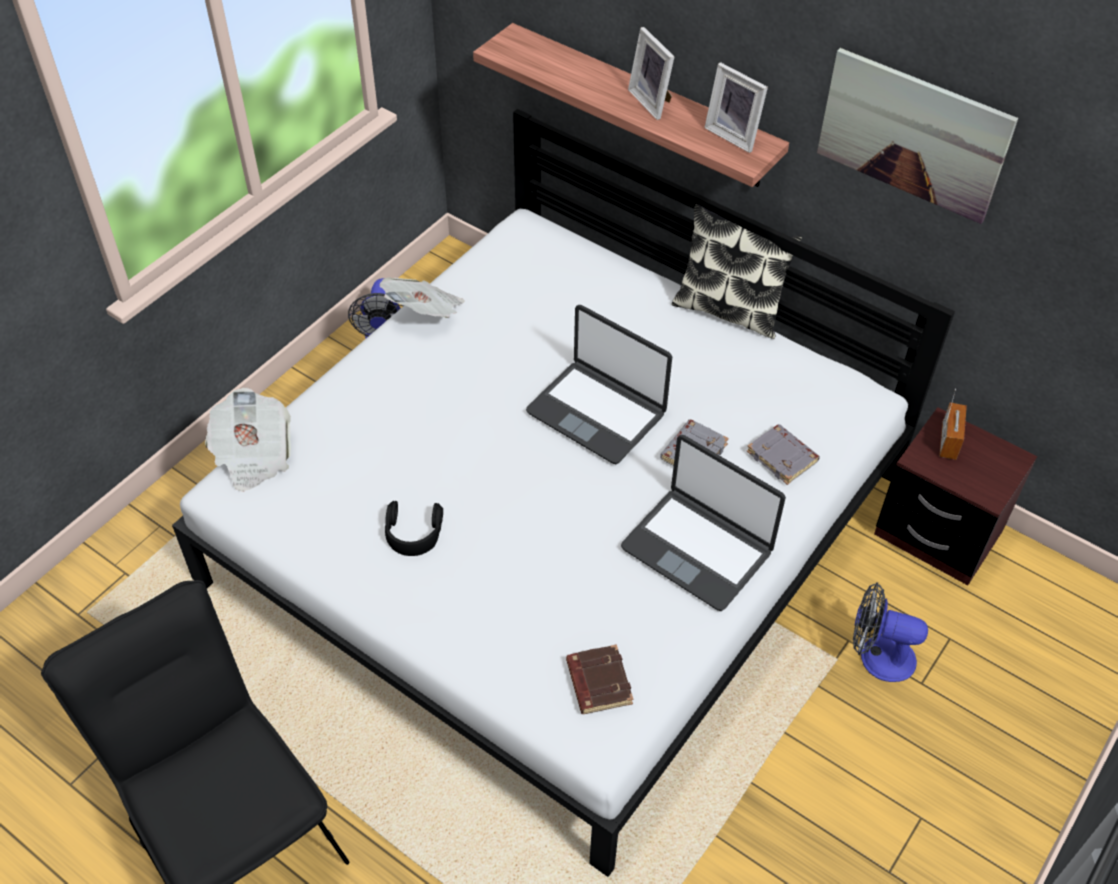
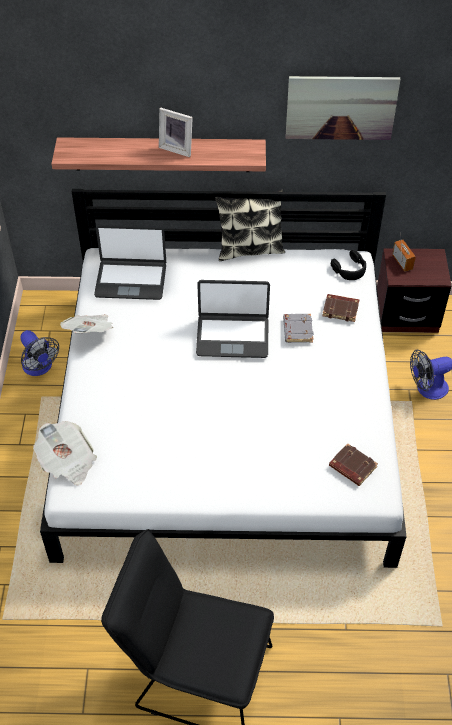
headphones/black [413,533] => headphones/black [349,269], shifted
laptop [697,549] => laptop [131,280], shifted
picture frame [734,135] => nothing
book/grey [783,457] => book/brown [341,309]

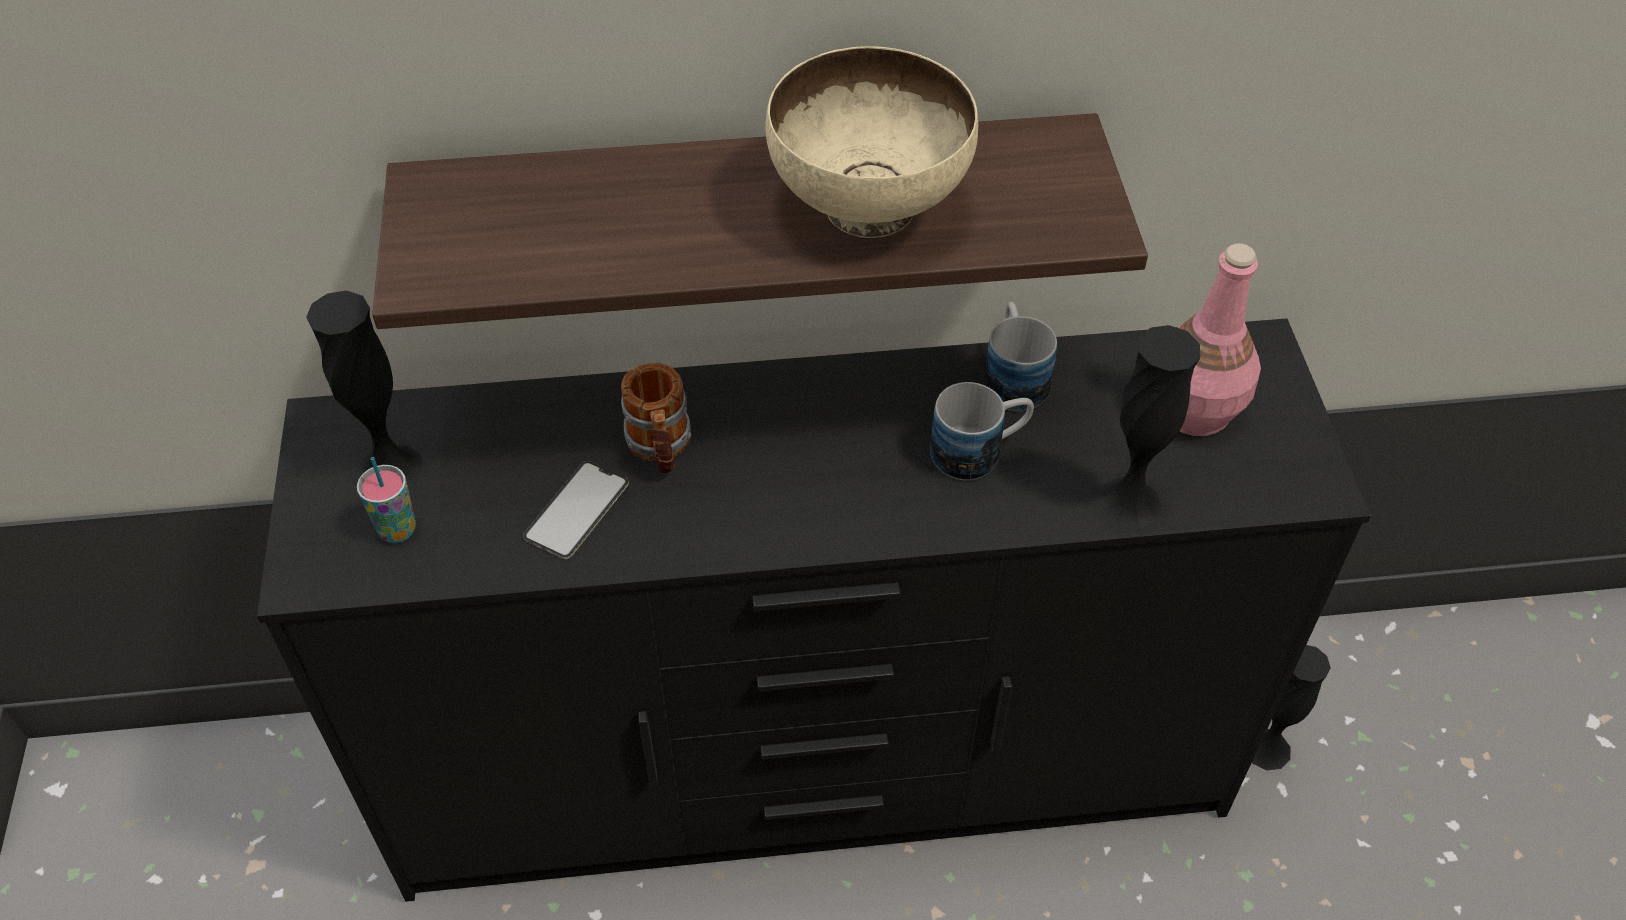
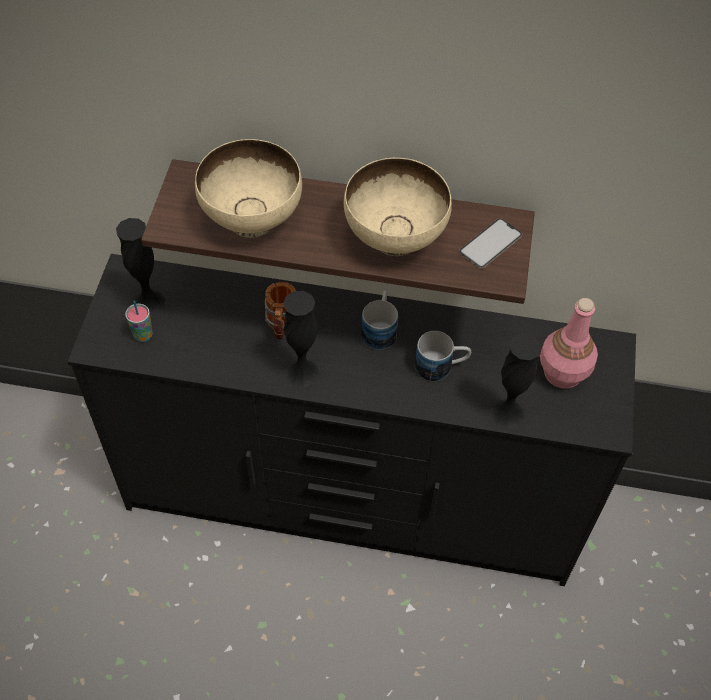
phone [577,510] => phone [490,243], shifted
mug [1013,376] => mug [380,329], shifted
vase/black [1267,749] => vase/black [302,372], shifted
nothing => bowl/beige [253,220]

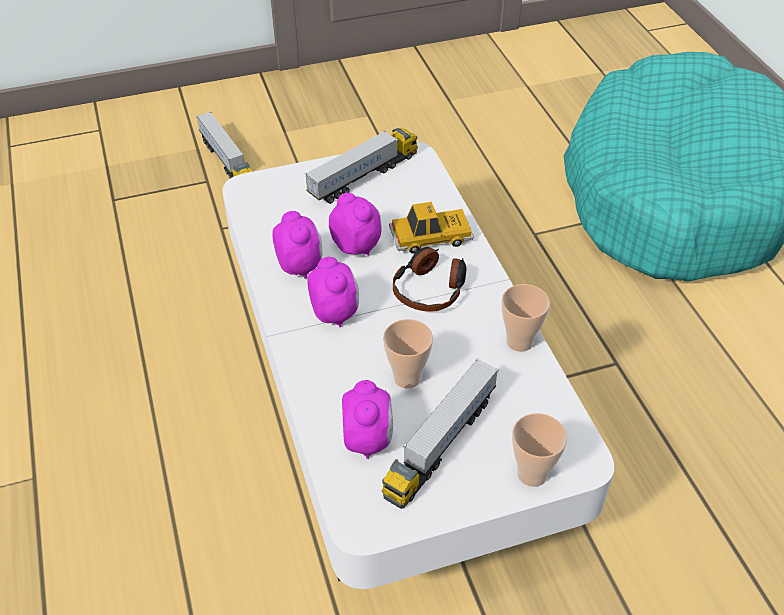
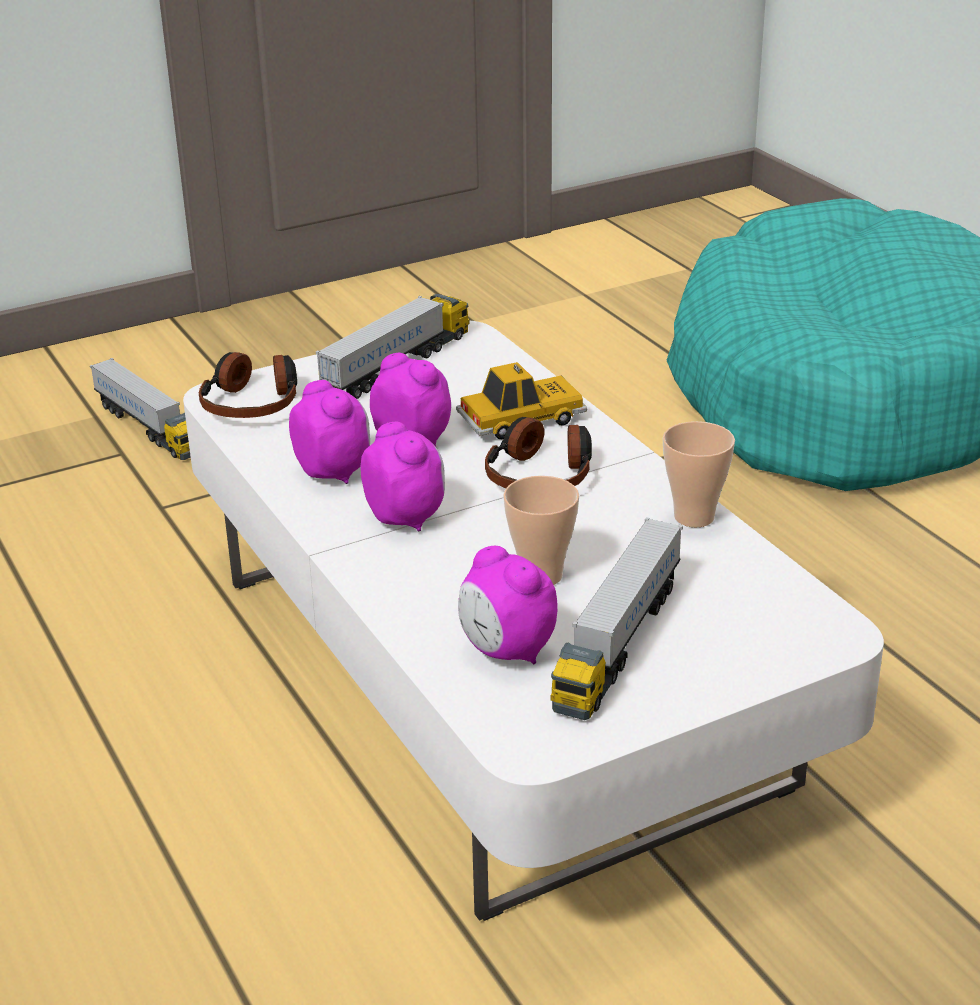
alarm clock [368,439] => alarm clock [506,651], 150 degrees clockwise
cup [532,474] => nothing
nothing => headphones [253,402]

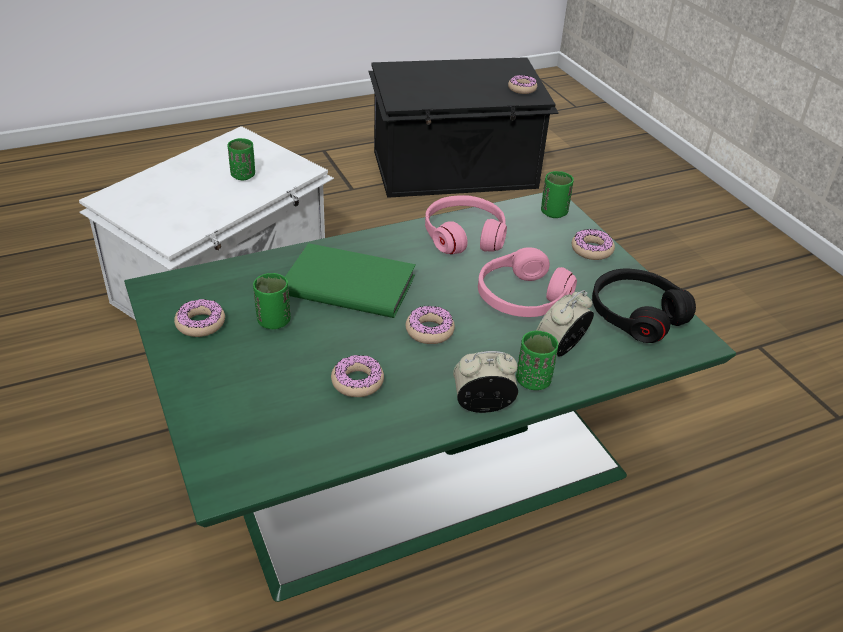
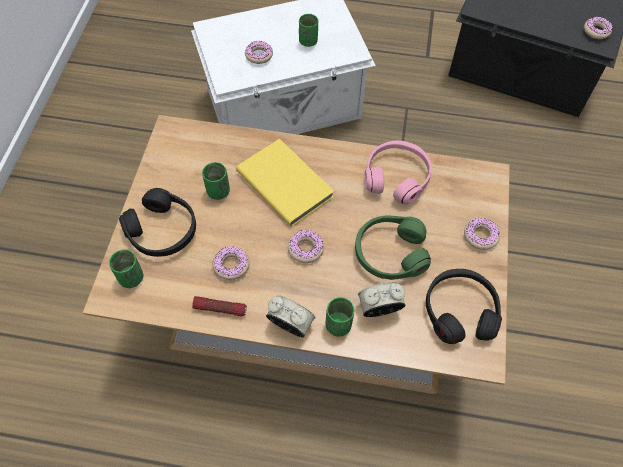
coffee table/green [412,458] => coffee table/brown [307,300]
donut [200,323] => donut [259,55], shifted
book/green [348,283] => book/yellow [285,182]
headphones/pink [522,297] => headphones/green [390,253]
cup/green [553,212] => cup/green [131,278], shifted
nothing => headphones/black [162,230]
nothing => flashlight [220,309]

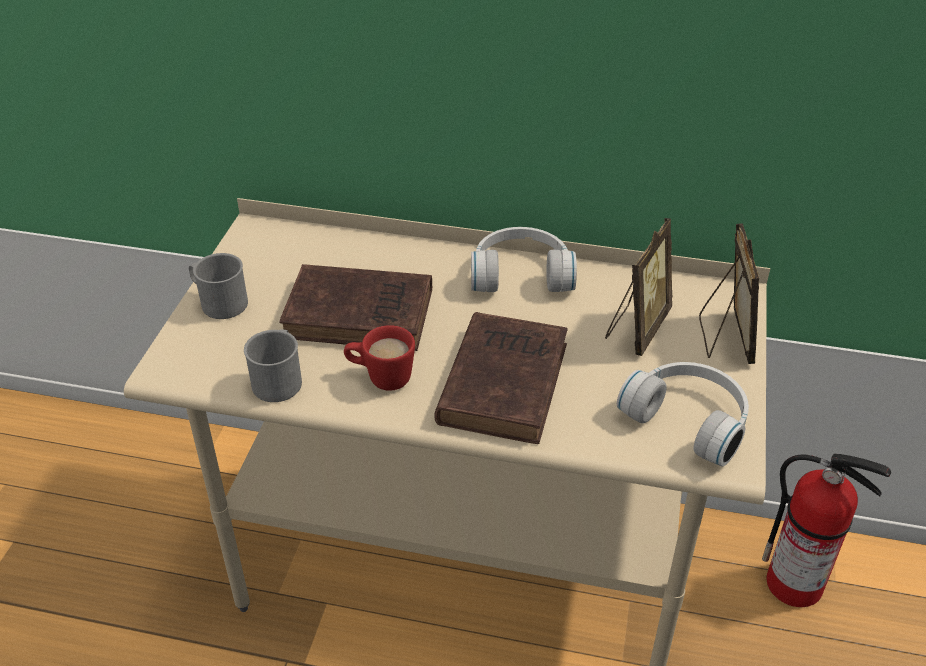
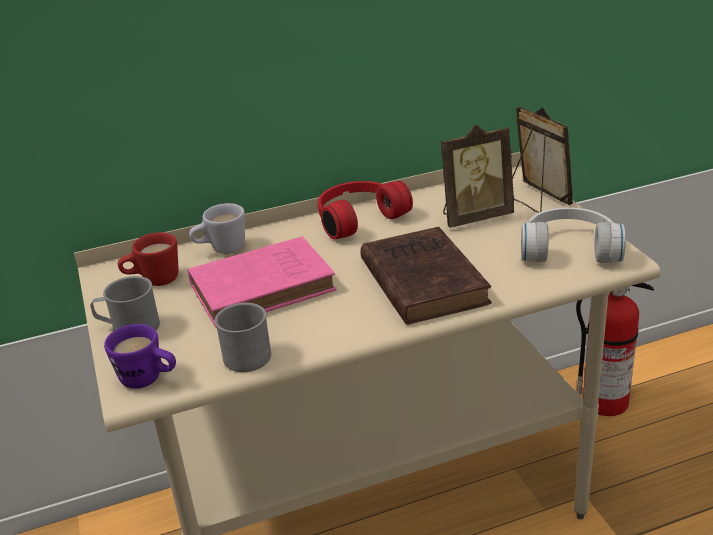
book/brown [363,314] => book/pink [266,287]
mug/red [380,377] => mug/red [153,281], shifted
headphones/white [521,273] => headphones/red [357,218]
picture frame [636,328] => picture frame [474,216], 75 degrees clockwise
nothing => mug/purple [149,380]
nothing => mug/white [221,250]

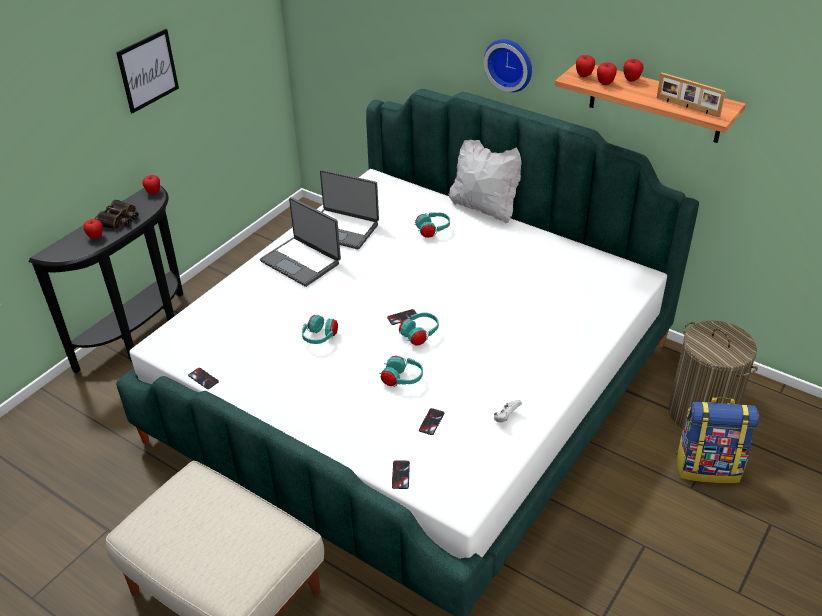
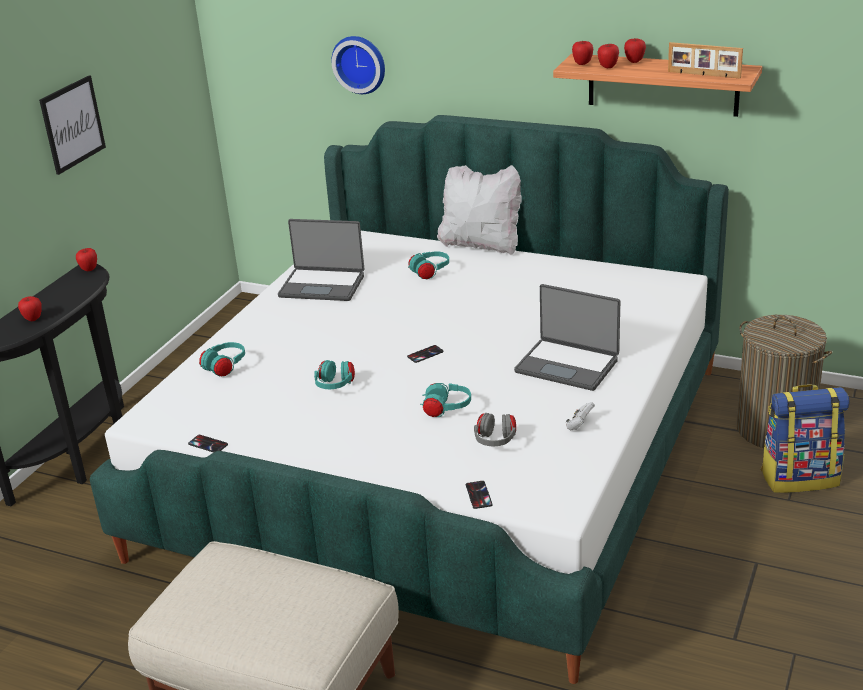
binoculars [119,219] => nothing
laptop [301,262] => laptop [567,365], shifted
headphones/turquoise [419,335] => headphones/turquoise [224,368], shifted
phone [431,422] => headphones/grey [495,442]
wall clock [510,64] => wall clock [360,63], shifted

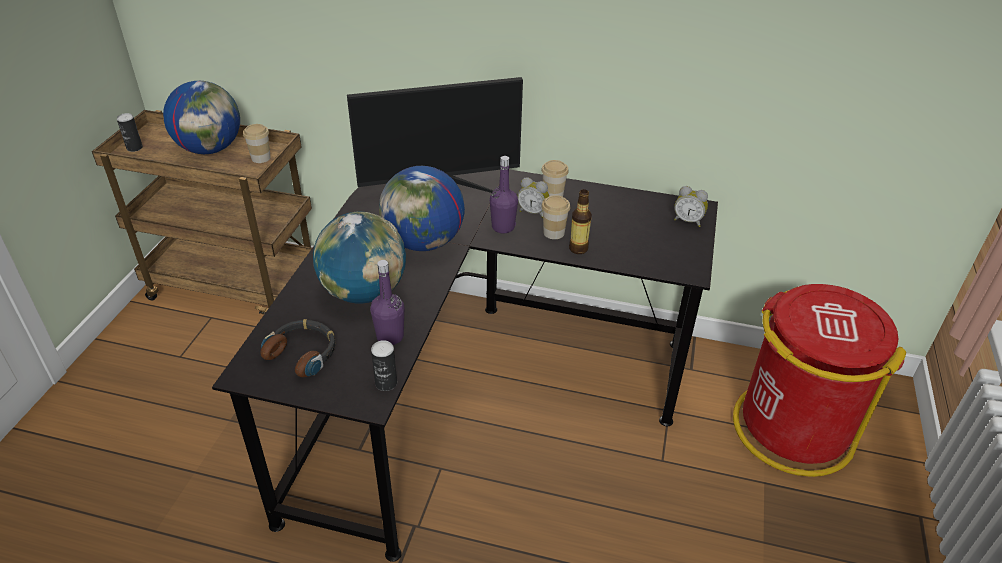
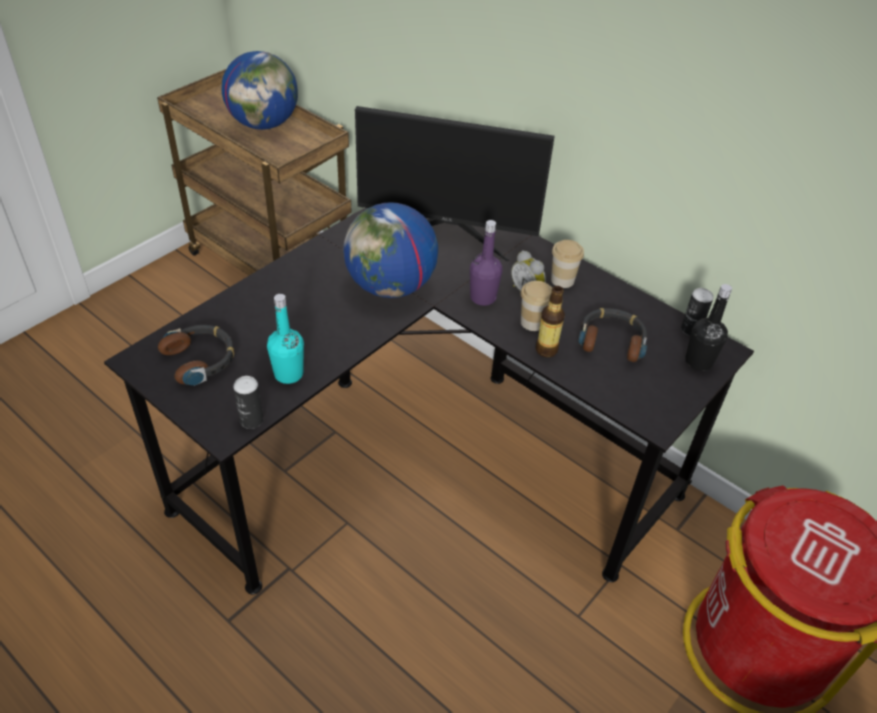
can [134,148] => can [690,329], shifted
cup [261,158] => nothing
globe [364,292] => nothing
bottle/purple [390,336] => bottle/turquoise [288,374]
alarm clock [688,221] => bottle/black [698,361]
nothing => headphones [612,340]

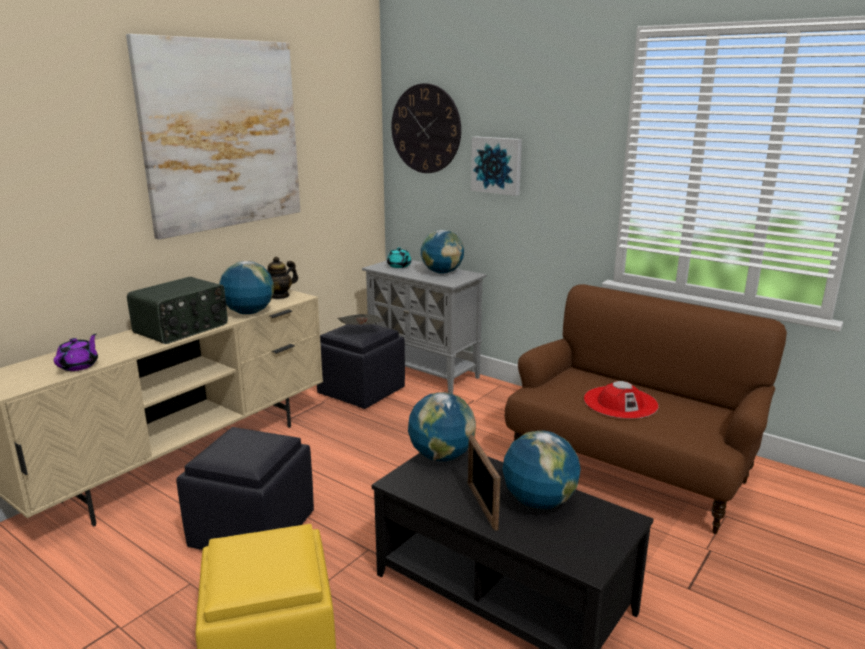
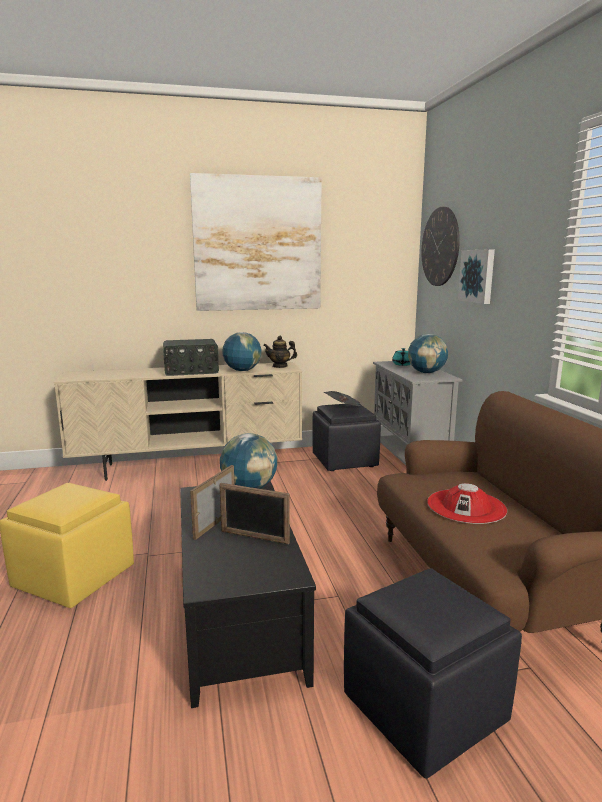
teapot/purple [79,365] => nothing
ottoman/black [252,529] => ottoman/black [424,707], shifted
globe [538,501] => picture frame [254,537]

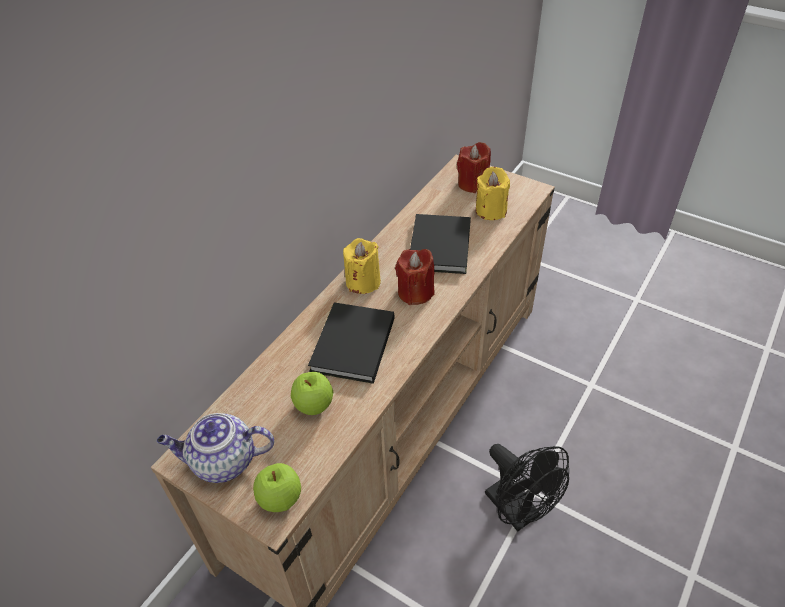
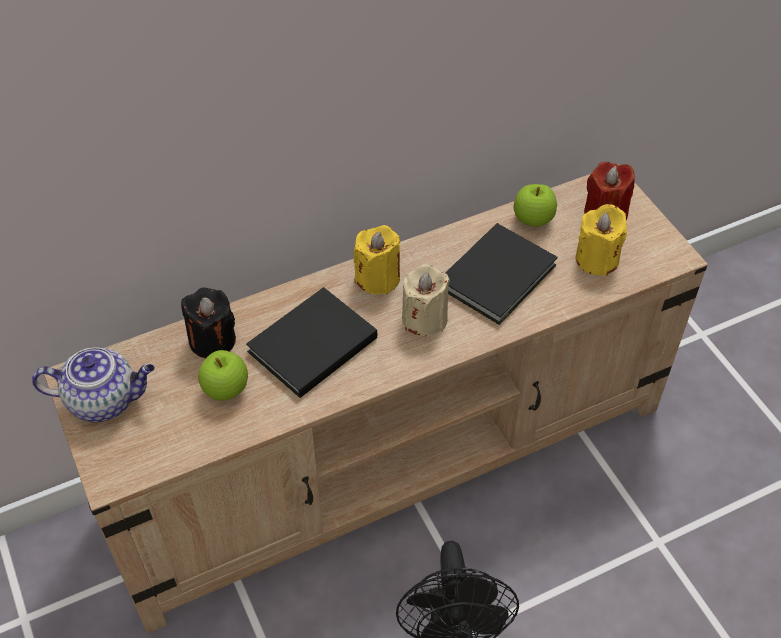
teapot [222,462] => teapot [104,400], 150 degrees clockwise
apple [280,499] => apple [533,220], shifted
candle/red [415,292] => candle/beige [424,318]
nothing => candle/black [212,340]

